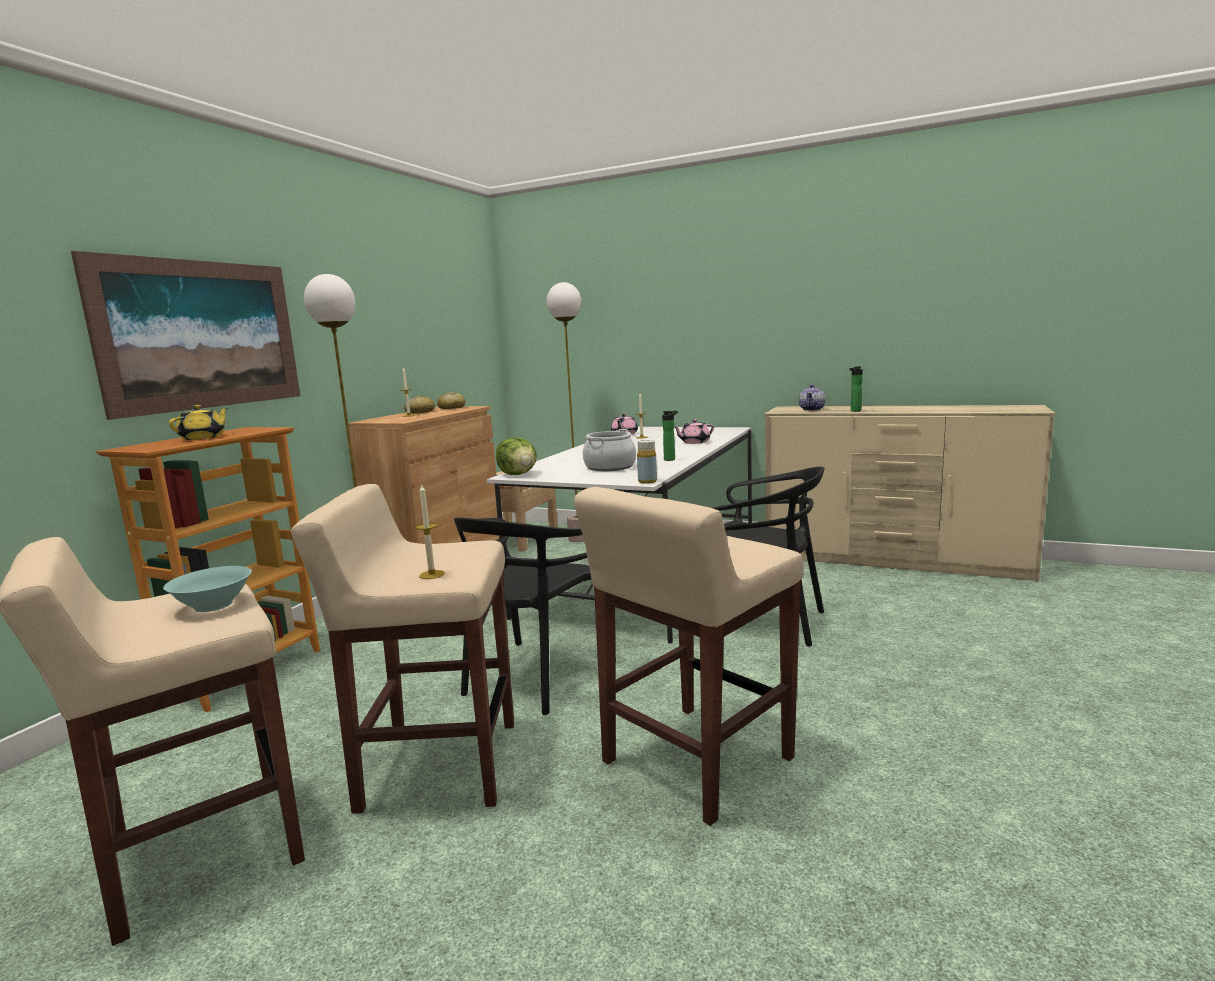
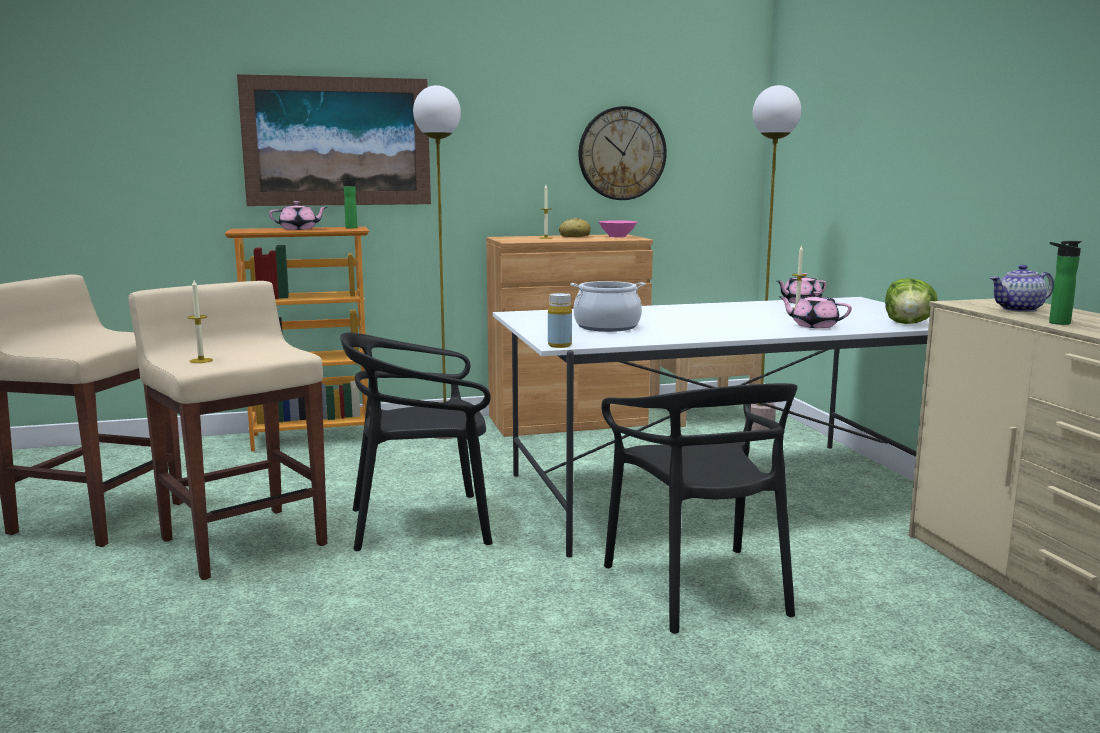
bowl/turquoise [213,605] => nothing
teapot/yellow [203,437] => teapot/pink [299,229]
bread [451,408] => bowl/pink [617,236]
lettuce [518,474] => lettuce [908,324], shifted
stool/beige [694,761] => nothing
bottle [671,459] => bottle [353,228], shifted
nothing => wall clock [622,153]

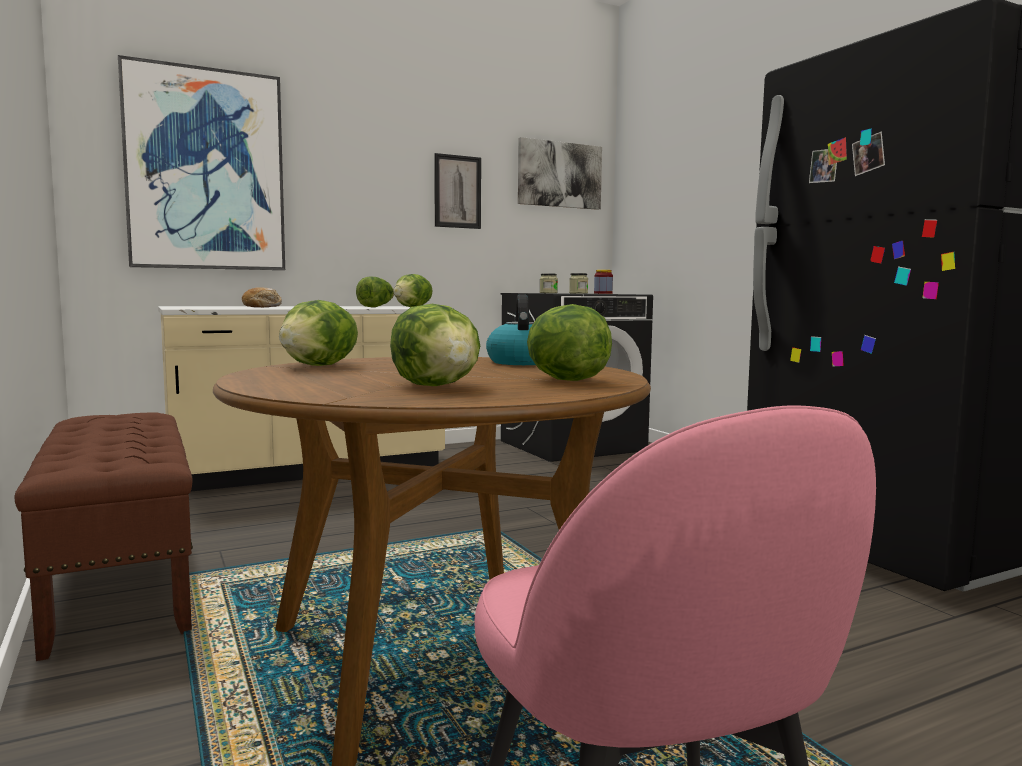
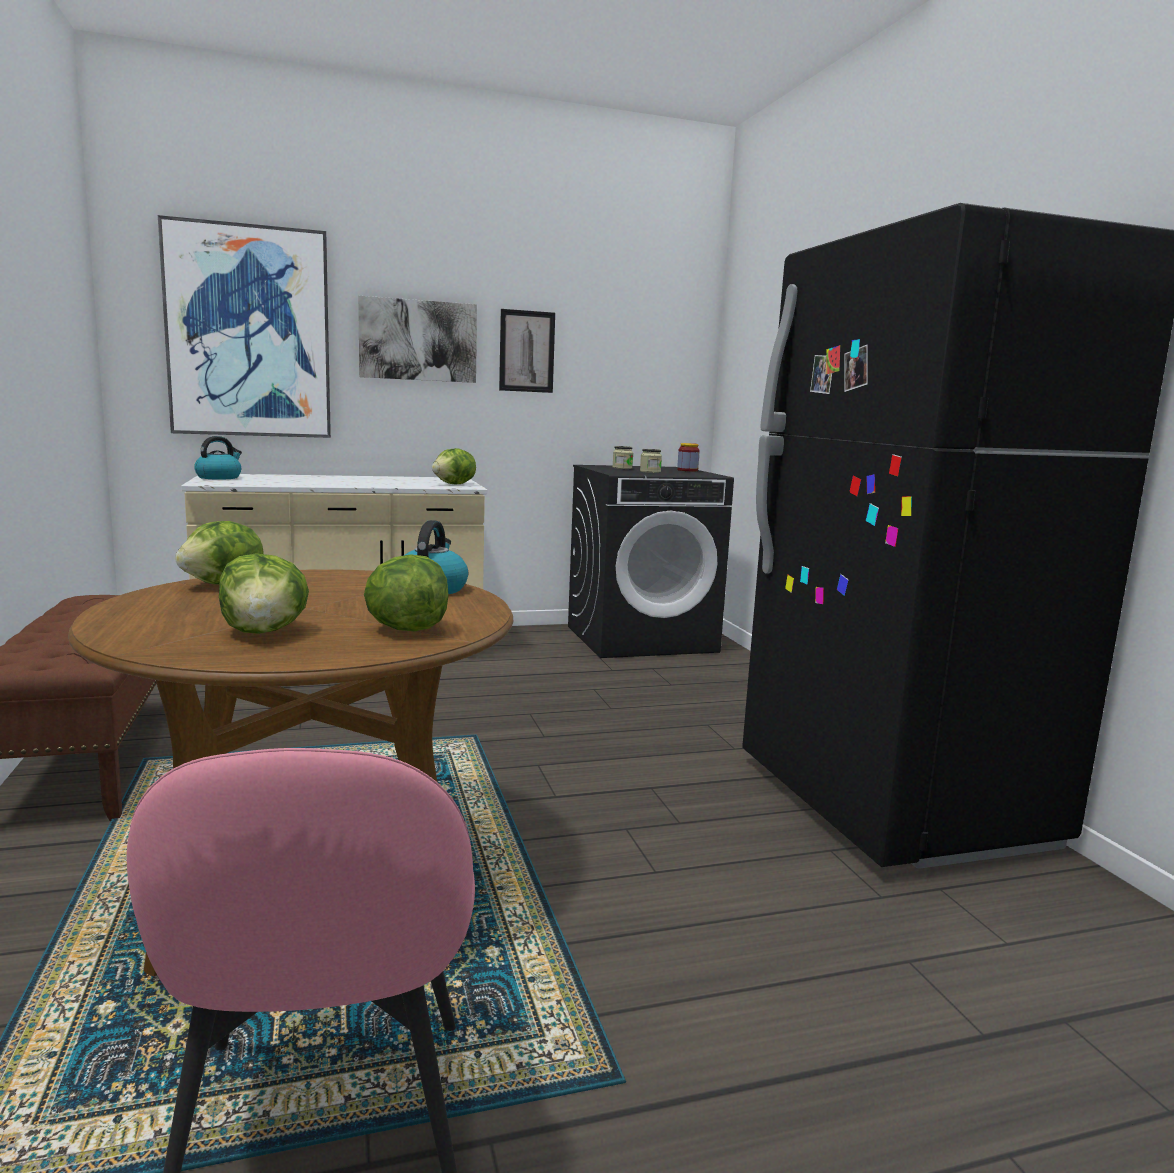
bread [263,307] => nothing
lettuce [376,307] => nothing
picture [559,175] => picture [418,340], shifted
nothing => kettle [219,477]

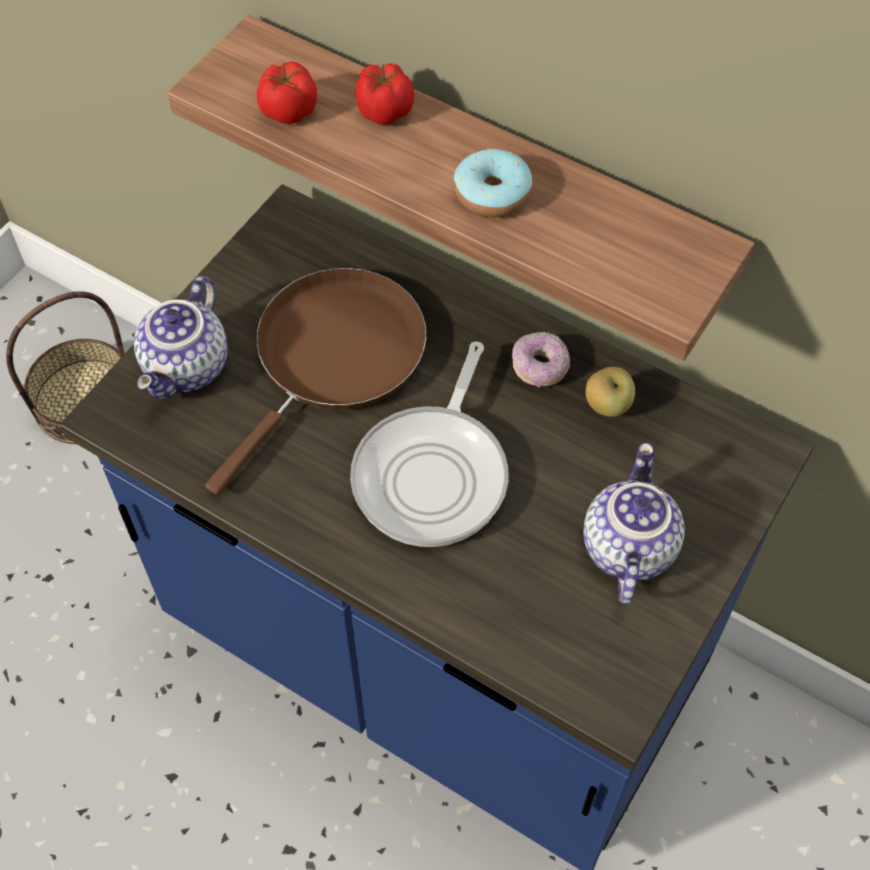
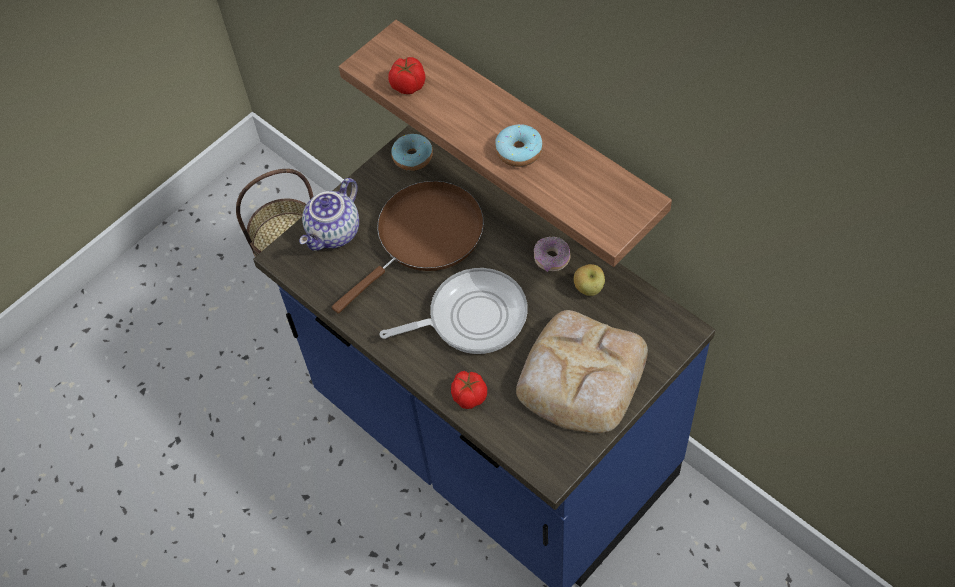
frying pan [434,473] => frying pan [471,317], 135 degrees counterclockwise
tomato [384,110] => tomato [469,395], shifted
teapot [626,546] => bread [579,377]
nothing => donut [412,157]

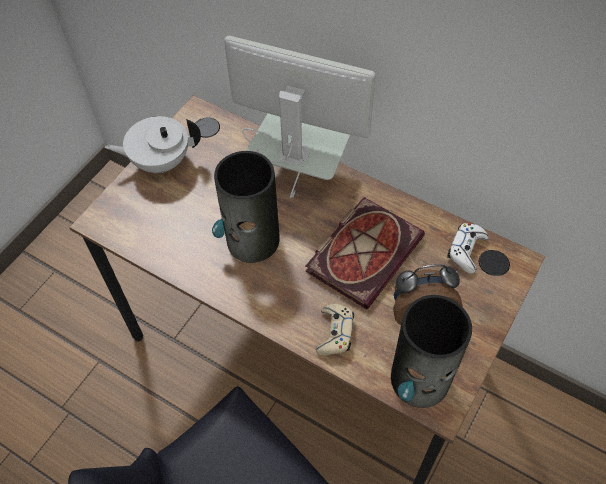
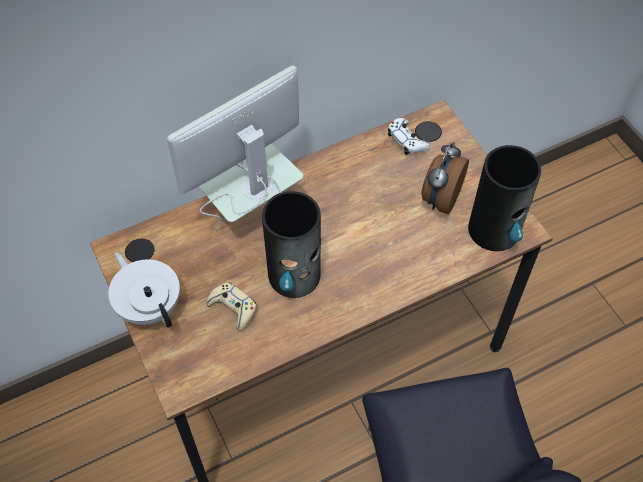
teapot/white [160,161] => teapot/white [150,306], 120 degrees clockwise
book [364,251] => nothing
game controller/beige [335,333] => game controller/beige [233,308], shifted

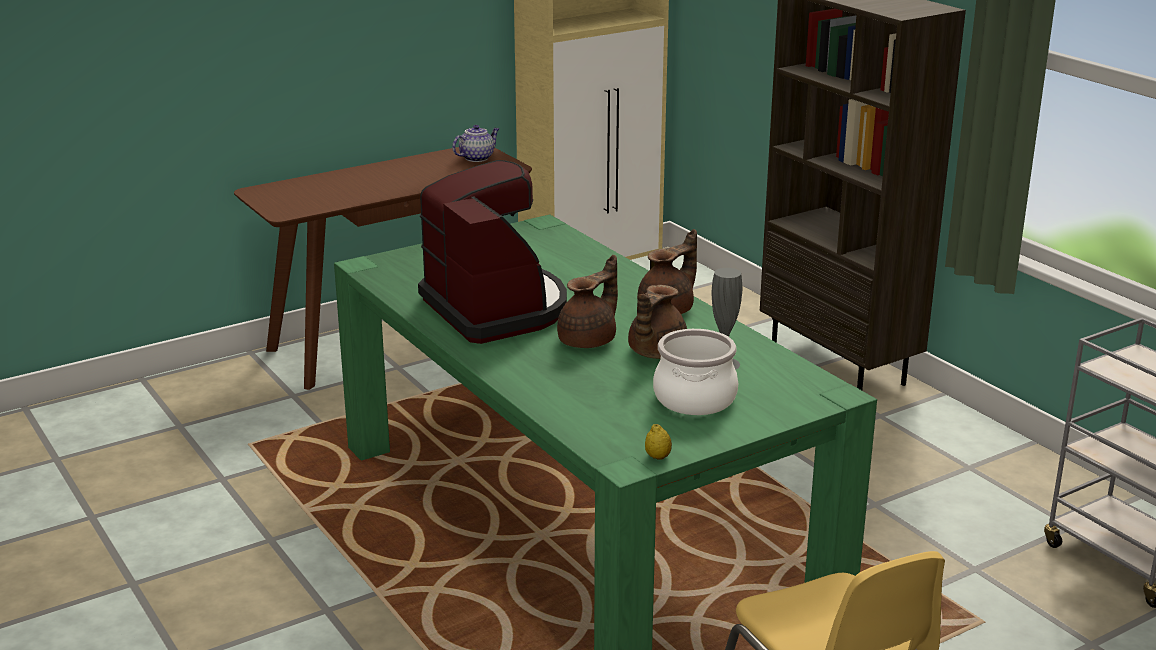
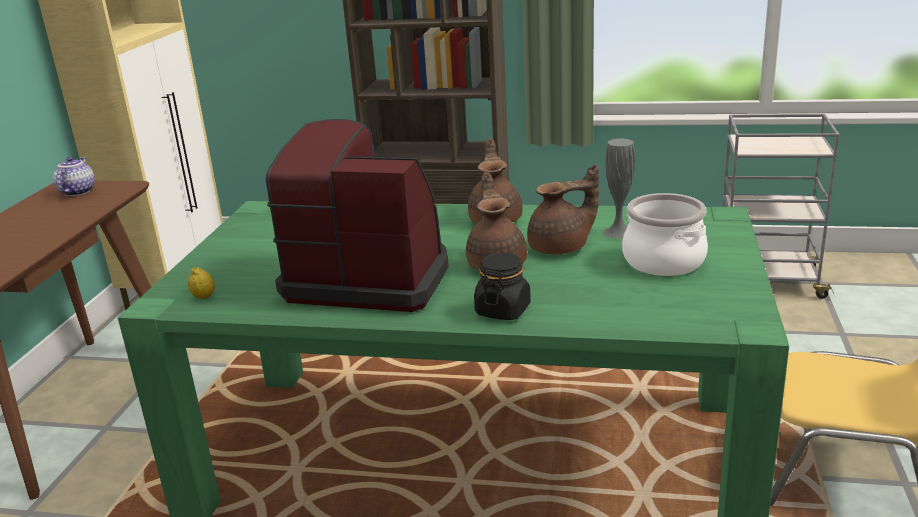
teapot/brown [655,353] => teapot/brown [561,248], 90 degrees counterclockwise
lemon [658,457] => lemon [204,297], shifted
nothing => jar/black [503,310]

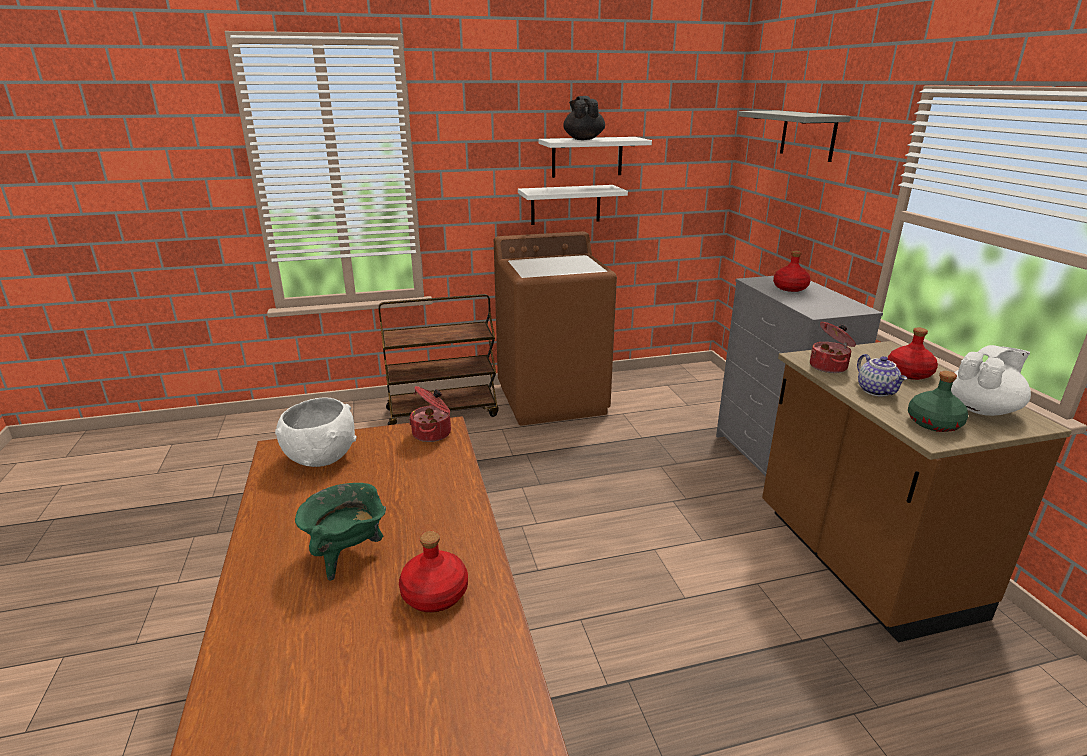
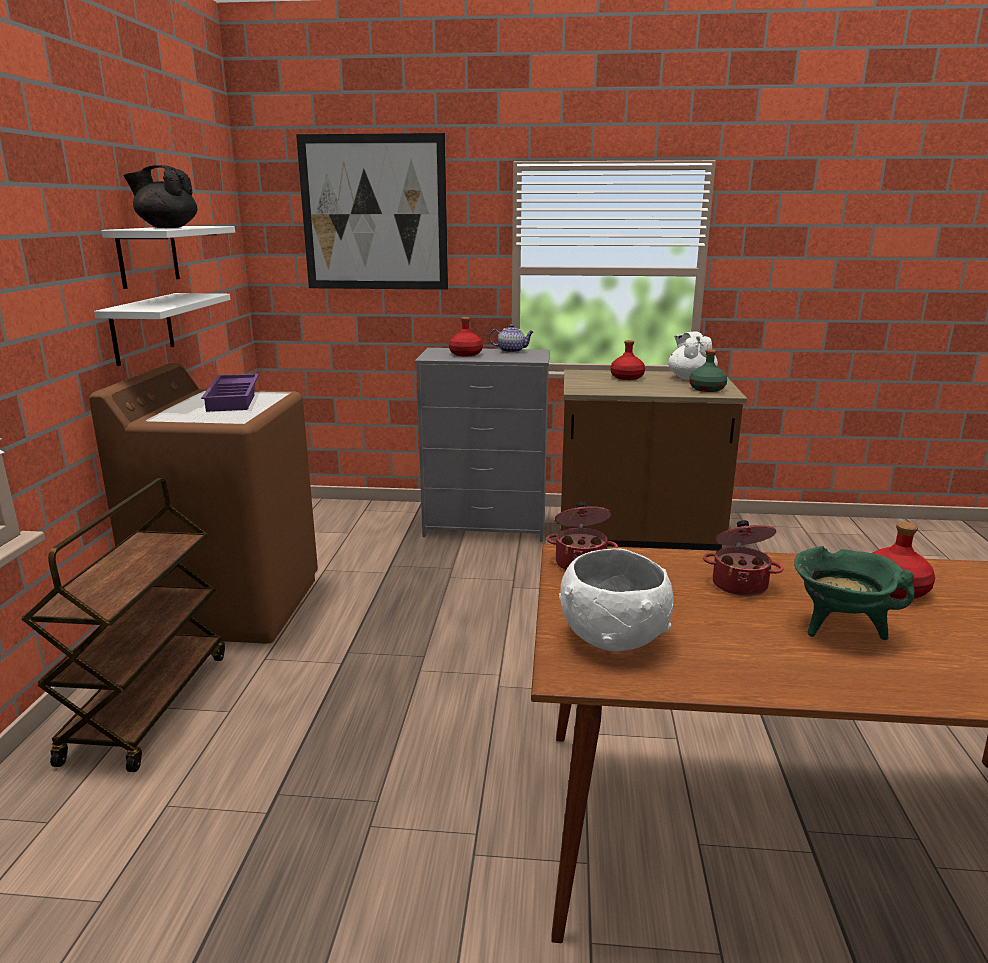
shelf/grey [808,135] => picture [374,213]
cooking pot [829,366] => cooking pot [739,584], shifted
teapot [877,391] => teapot [511,351], shifted
nothing => tray/purple [235,398]

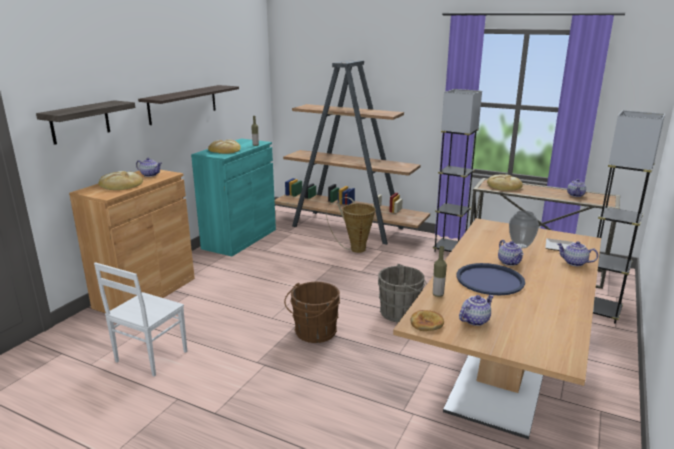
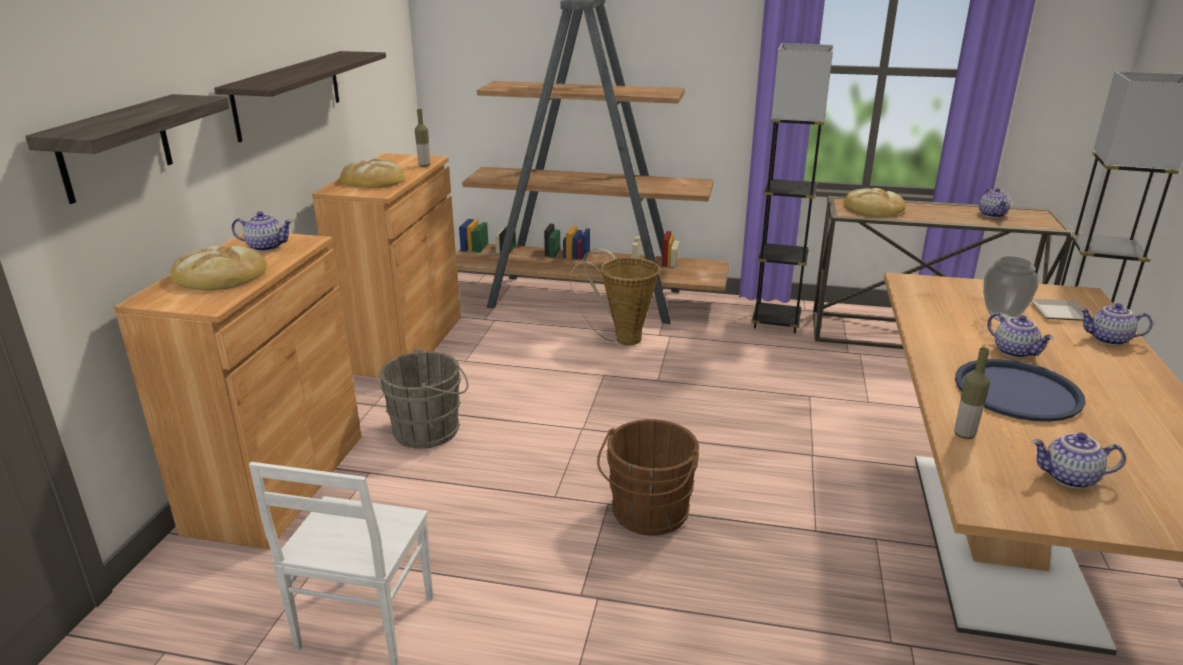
cabinet/turquoise [239,239] => cabinet/brown [404,344]
bucket/grey [402,312] => bucket/grey [431,430], shifted
bread [426,323] => nothing
teapot [474,320] => teapot [1069,479], 120 degrees counterclockwise

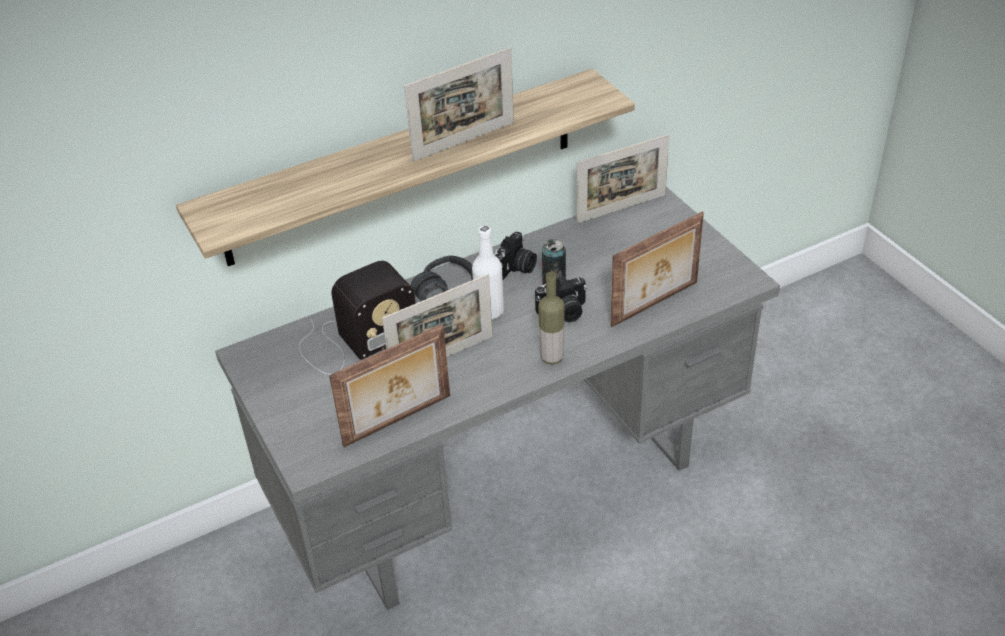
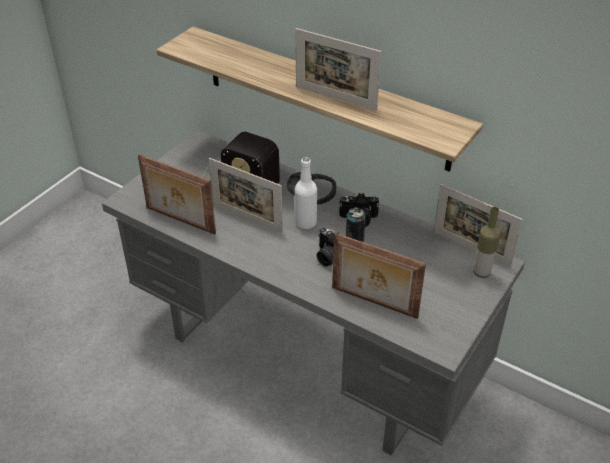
bottle [552,358] => bottle [481,272], shifted

